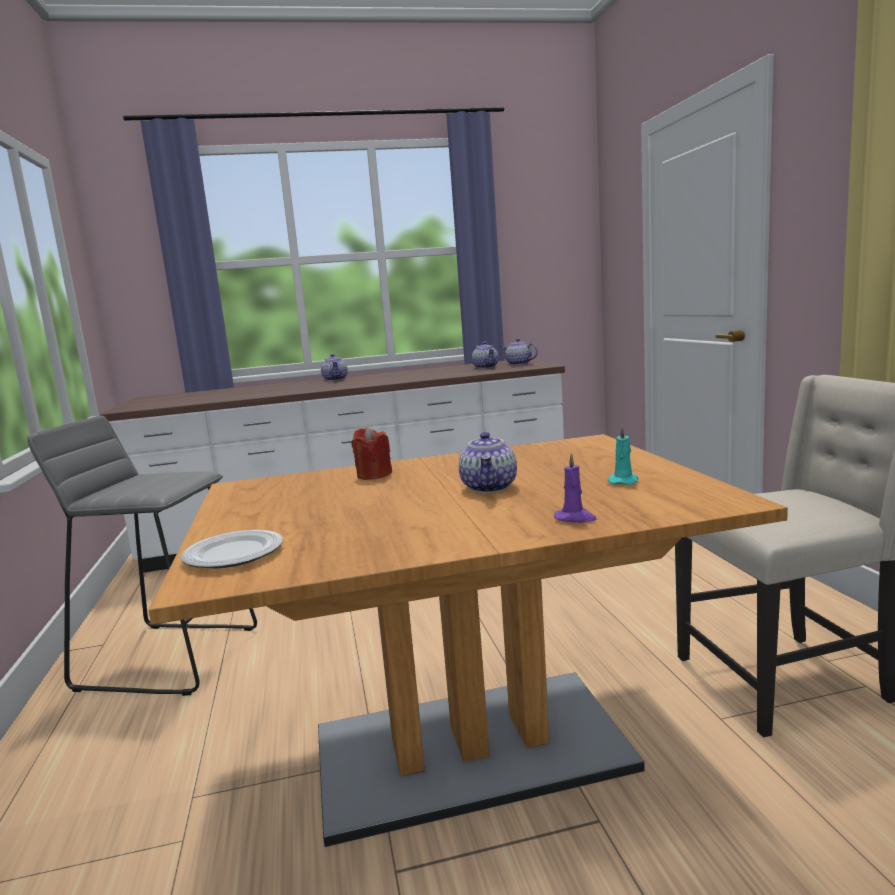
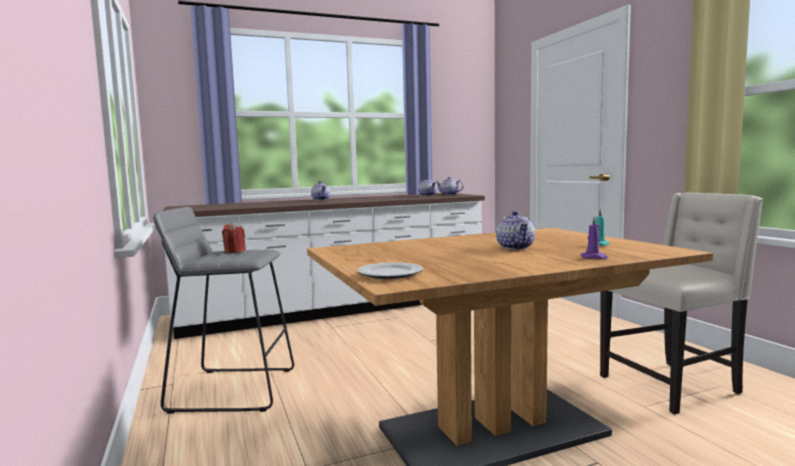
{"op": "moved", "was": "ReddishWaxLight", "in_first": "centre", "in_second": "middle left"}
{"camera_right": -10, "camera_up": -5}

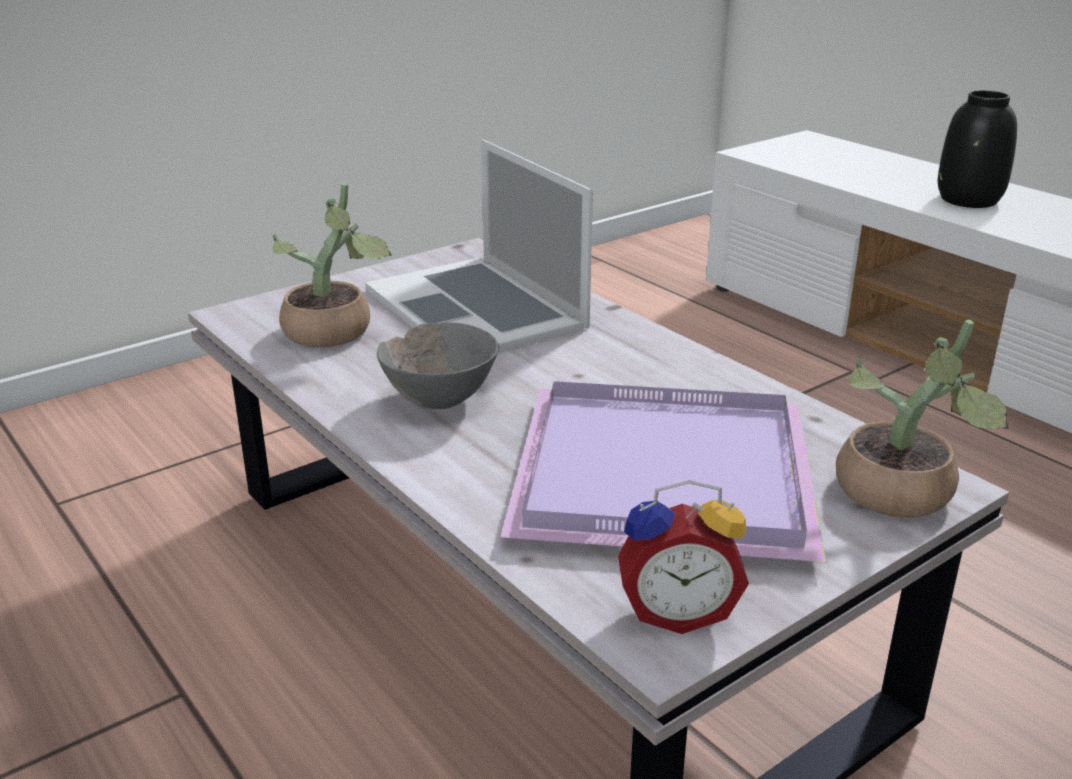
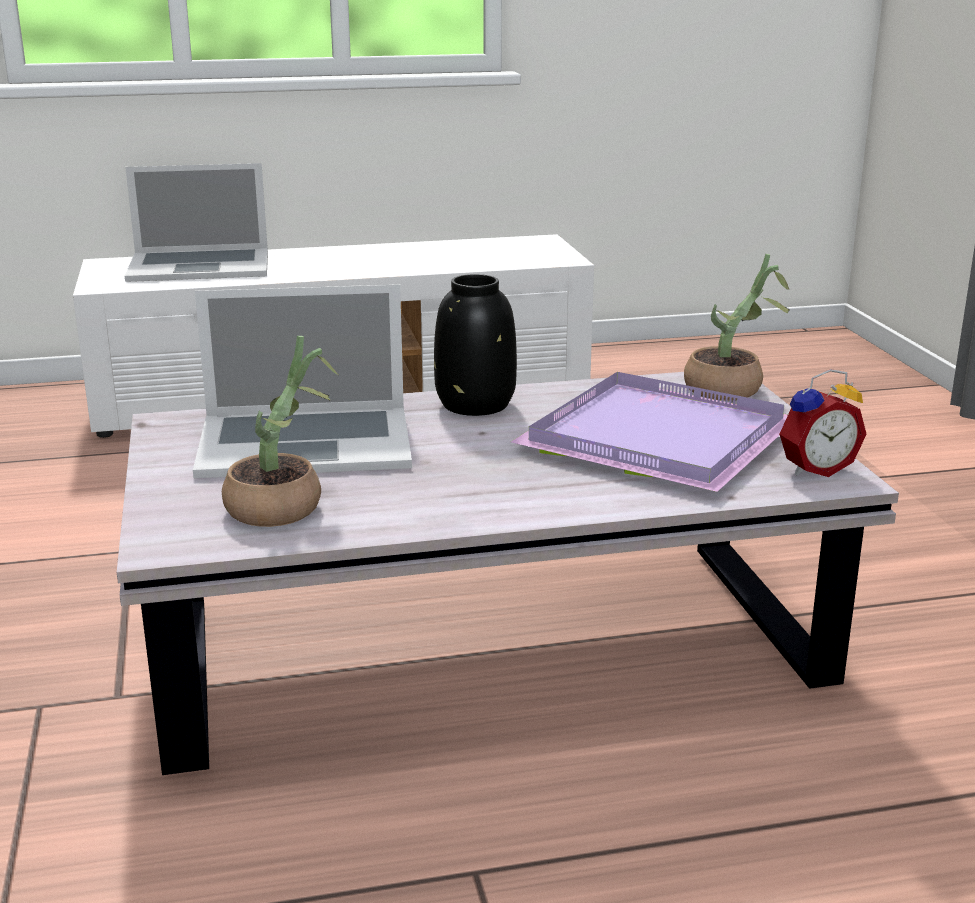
{"op": "removed", "was": "GreyishServingBowl", "in_first": "centre"}
{"op": "turned", "was": "AlarmClock", "in_first": "bottom centre", "in_second": "middle right", "clockwise": 45}
{"op": "moved", "was": "BlackColouredDecorativeVase", "in_first": "top right", "in_second": "centre"}
{"op": "added", "now": "PortableComputer (1st from left)", "in_second": "top left"}
{"camera_right": -65, "camera_up": -5}

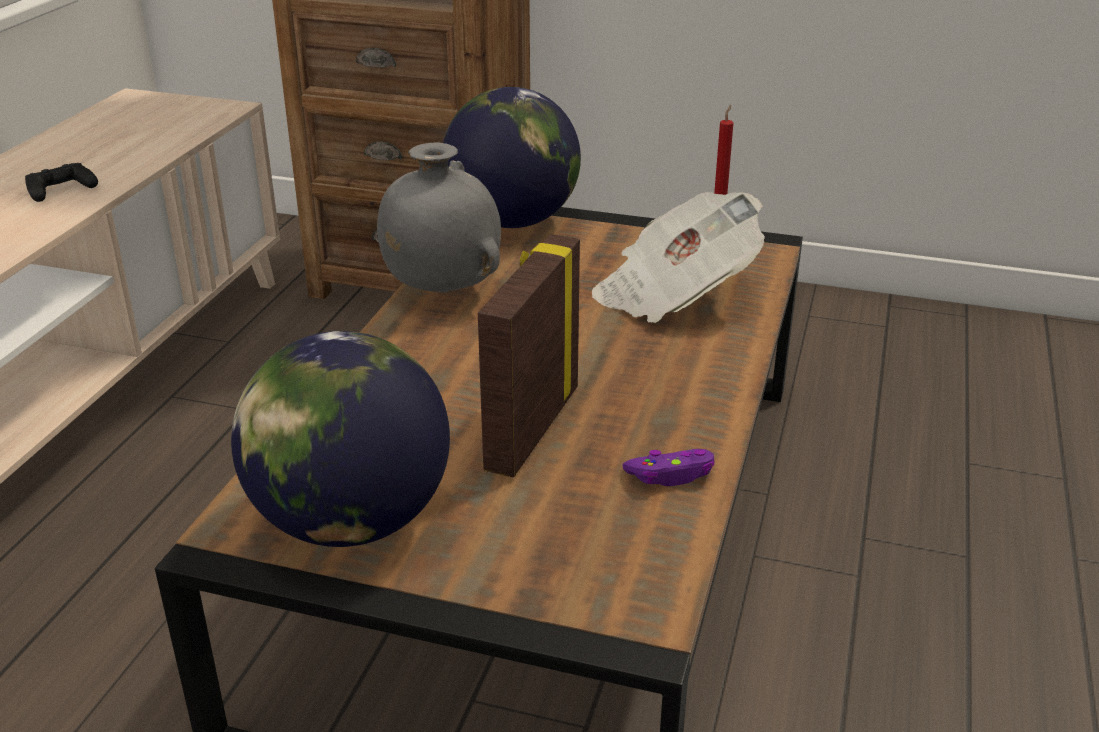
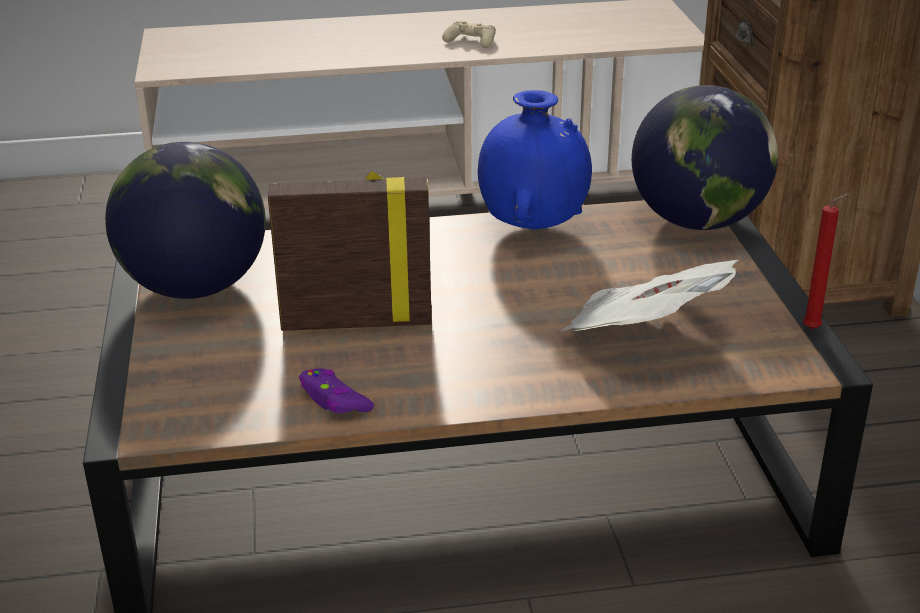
{"op": "recoloured", "was": "BlackColouredJoypad", "now": "BeigeJoypad", "in_first": "top left", "in_second": "top centre"}
{"op": "recoloured", "was": "GreyishDecorativeVase", "now": "BlueColouredDecorativeVase", "in_first": "top centre", "in_second": "top centre"}
{"camera_right": 65, "camera_up": 0}

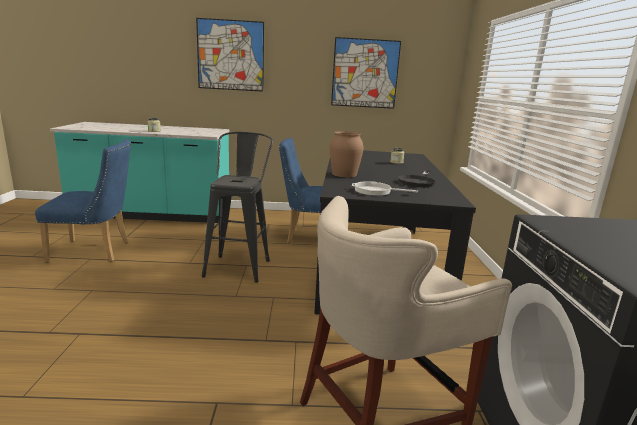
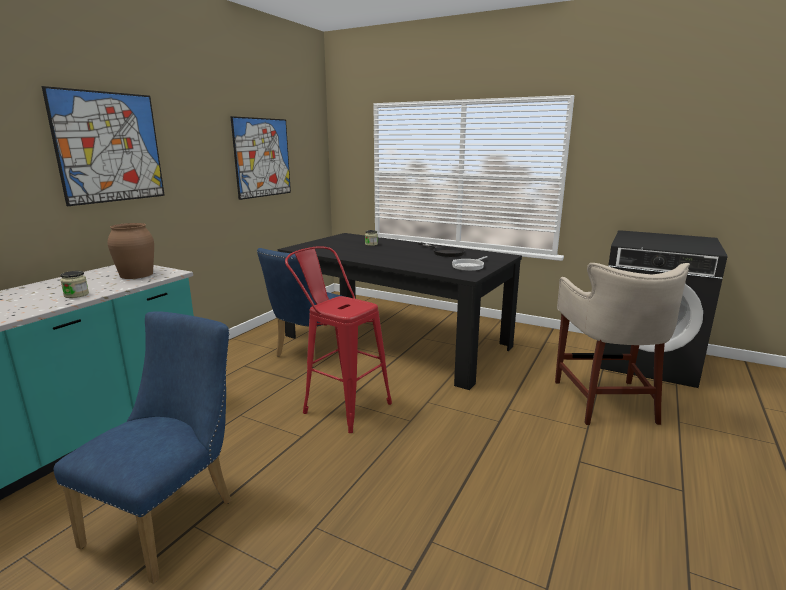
{"op": "recoloured", "was": "BlackColouredSittingStool", "now": "ReddishSittingStool", "in_first": "centre", "in_second": "centre"}
{"op": "moved", "was": "BrownishDecorativeVase", "in_first": "centre", "in_second": "middle left"}
{"camera_right": -60, "camera_up": 0}

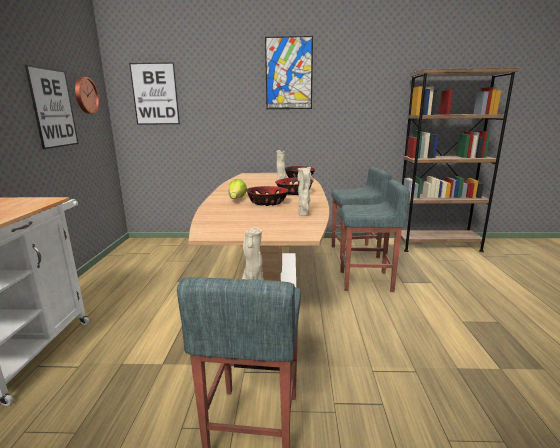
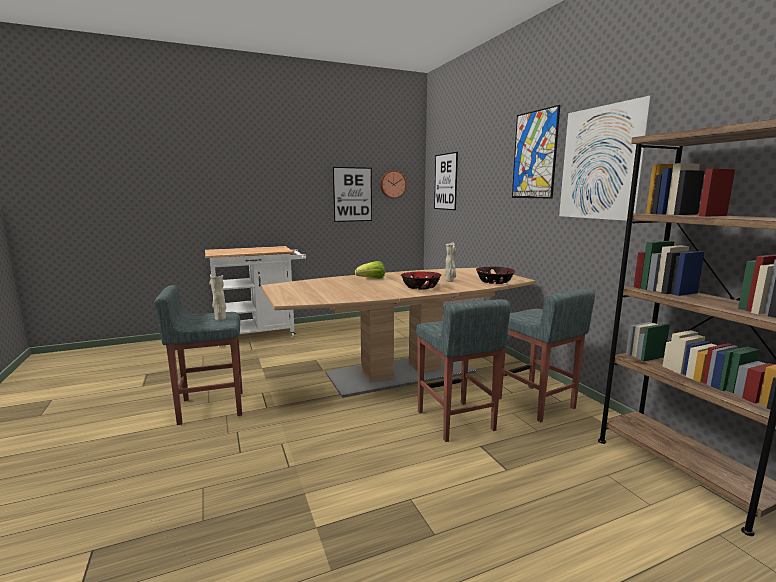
{"op": "removed", "was": "ServingBowl (1st from left)", "in_first": "centre"}
{"op": "removed", "was": "BeigeDecorativeVase (3rd from left)", "in_first": "centre"}
{"op": "added", "now": "WallArt (4th from left)", "in_second": "top right"}
{"camera_right": 65, "camera_up": -5}

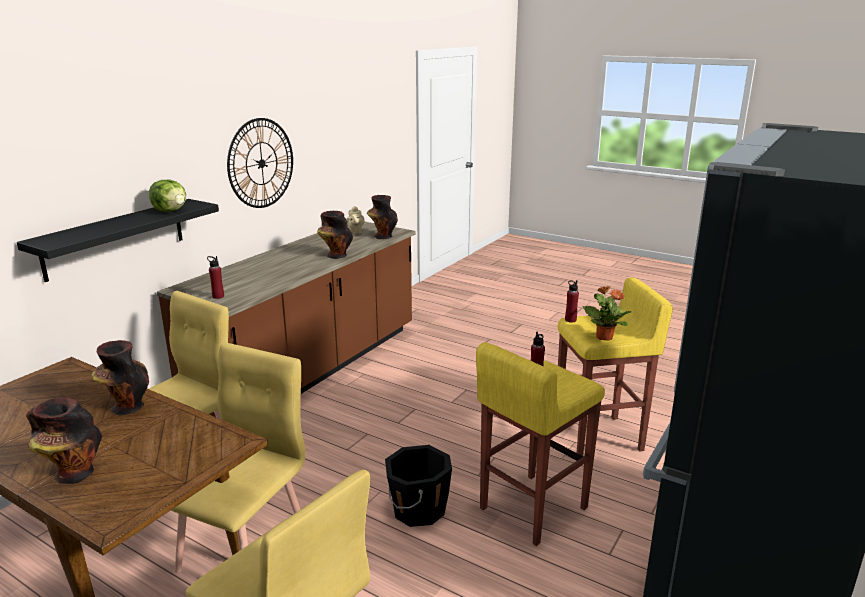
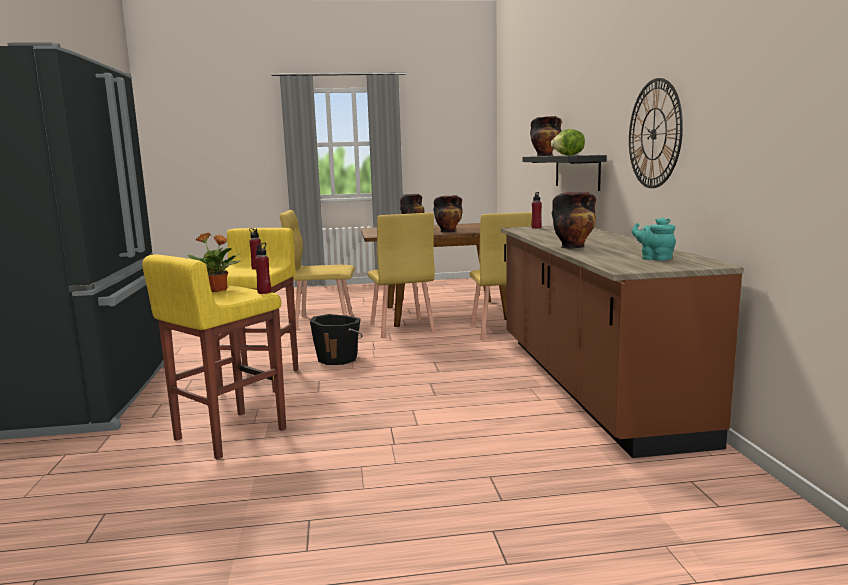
{"op": "recoloured", "was": "BeigeTeapot", "now": "BlueGreenTeapot", "in_first": "centre", "in_second": "middle right"}
{"op": "moved", "was": "DecorativeVase (4th from left in the first image)", "now": "DecorativeVase (3rd from left)", "in_first": "centre", "in_second": "top centre"}
{"camera_right": 140, "camera_up": -10}

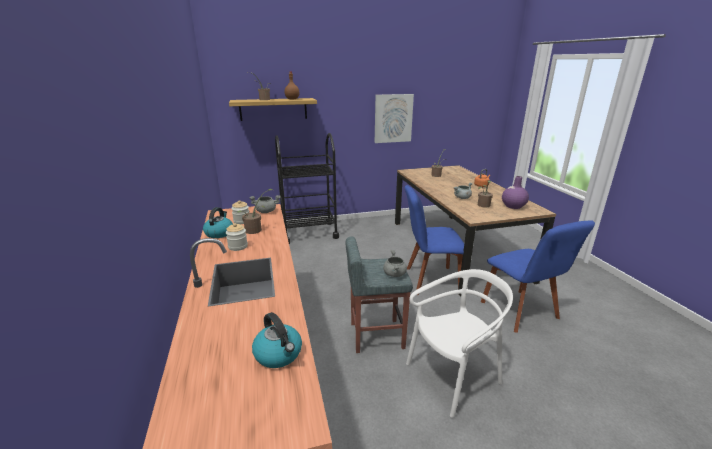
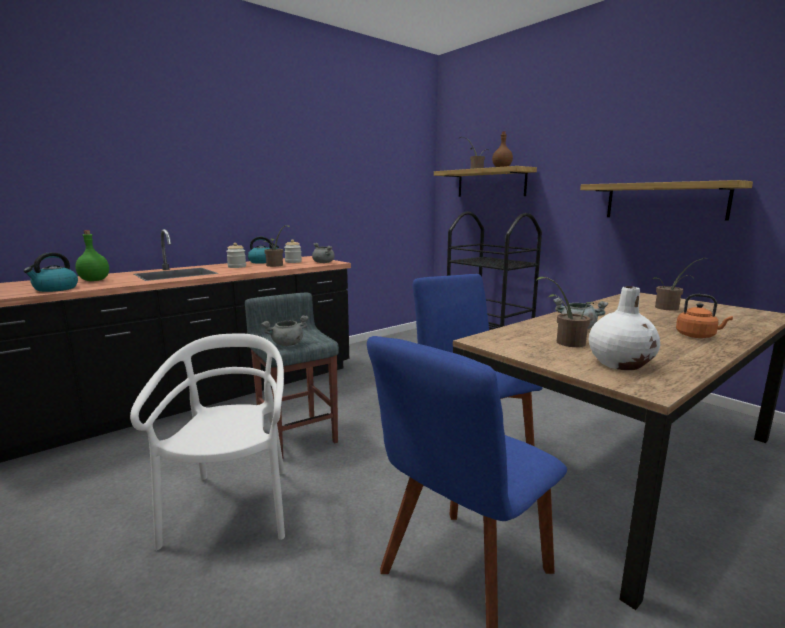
{"op": "replaced", "was": "WallArt", "now": "BracketShelf (2nd from left)", "in_first": "top centre", "in_second": "top right"}
{"op": "turned", "was": "WhiteColouredChair", "in_first": "bottom centre", "in_second": "bottom left", "clockwise": -135}
{"op": "recoloured", "was": "PurplishDecorativeVase", "now": "WhiteColouredDecorativeVase", "in_first": "middle right", "in_second": "middle right"}
{"op": "added", "now": "GreenDrinkBottle", "in_second": "middle left"}
{"camera_right": 65, "camera_up": -10}

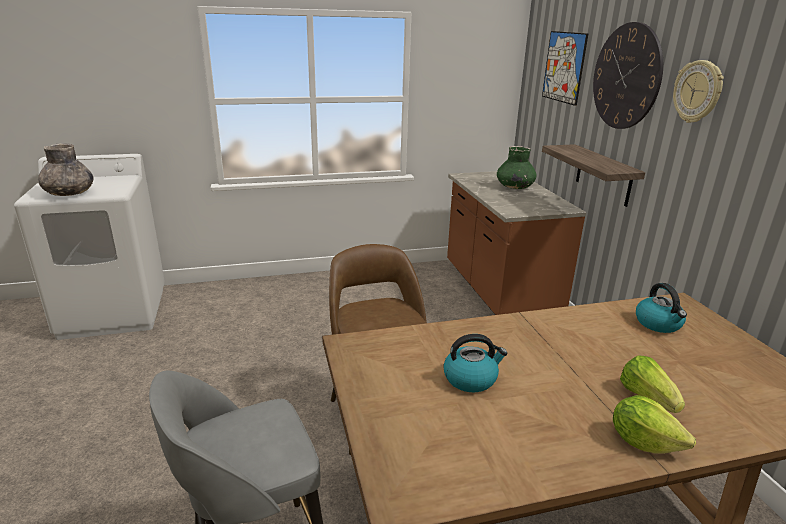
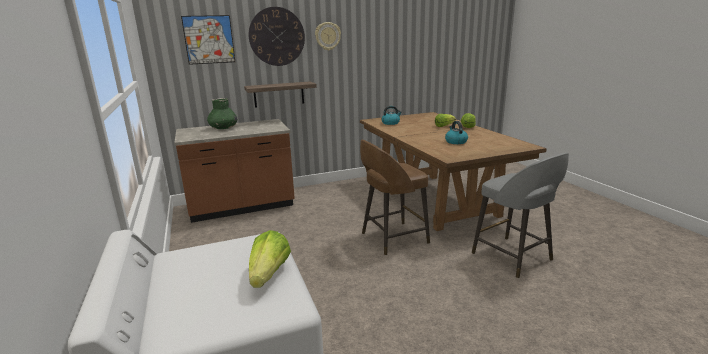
{"op": "replaced", "was": "GreyishDecorativeVase", "now": "LettuceHead (1st from left)", "in_first": "top left", "in_second": "bottom centre"}
{"camera_right": -95, "camera_up": -5}

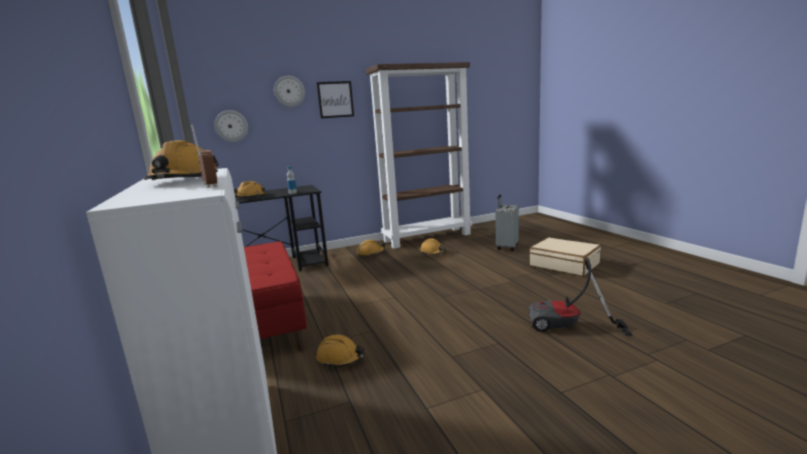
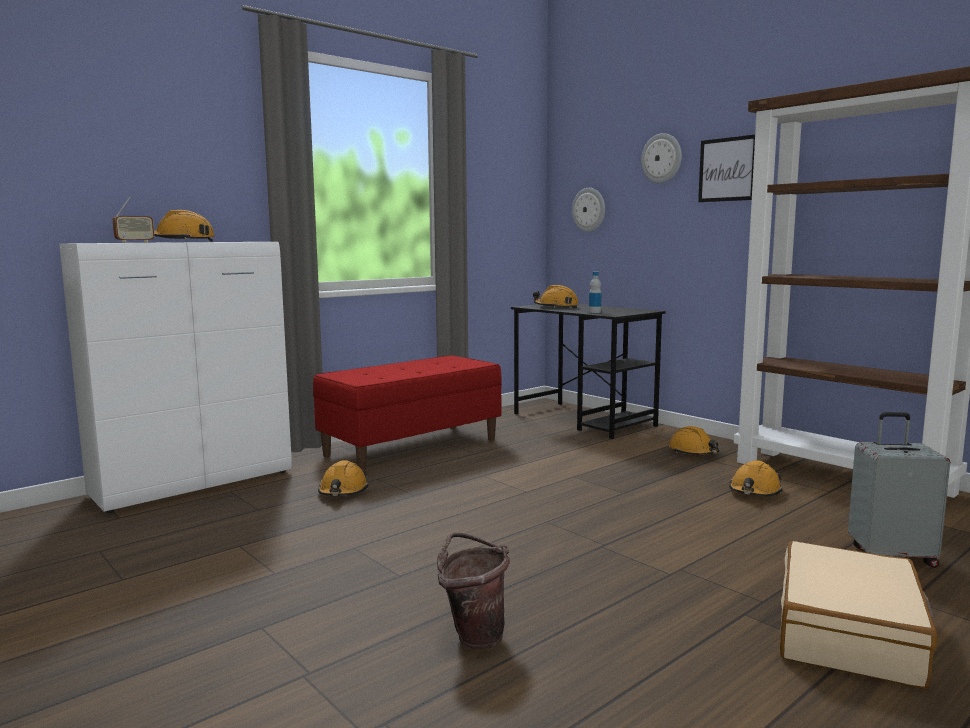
{"op": "replaced", "was": "VacuumCleaner", "now": "BrownishBucket", "in_first": "middle right", "in_second": "bottom centre"}
{"camera_right": 70, "camera_up": -5}

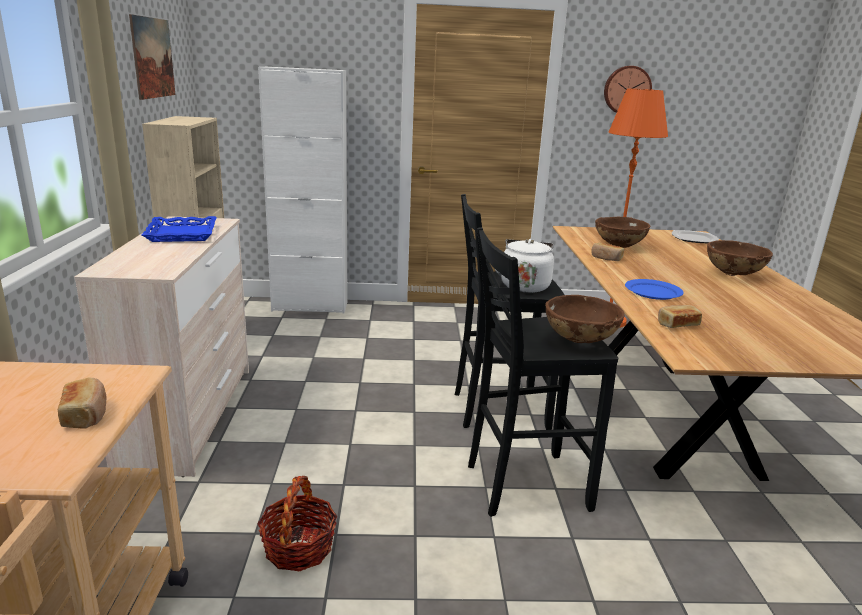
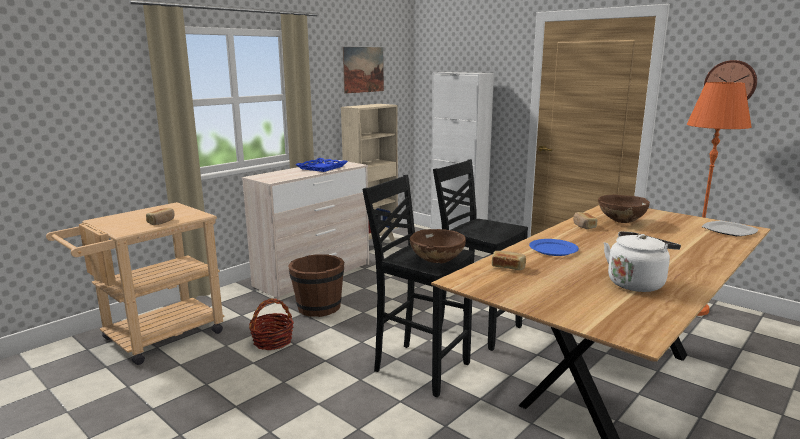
{"op": "moved", "was": "WhiteColouredWaterKettle", "in_first": "centre", "in_second": "middle right"}
{"op": "removed", "was": "BrownishServingBowl (3rd from left)", "in_first": "middle right"}
{"op": "added", "now": "BrownishBucket", "in_second": "centre"}
{"camera_right": 45, "camera_up": -5}

